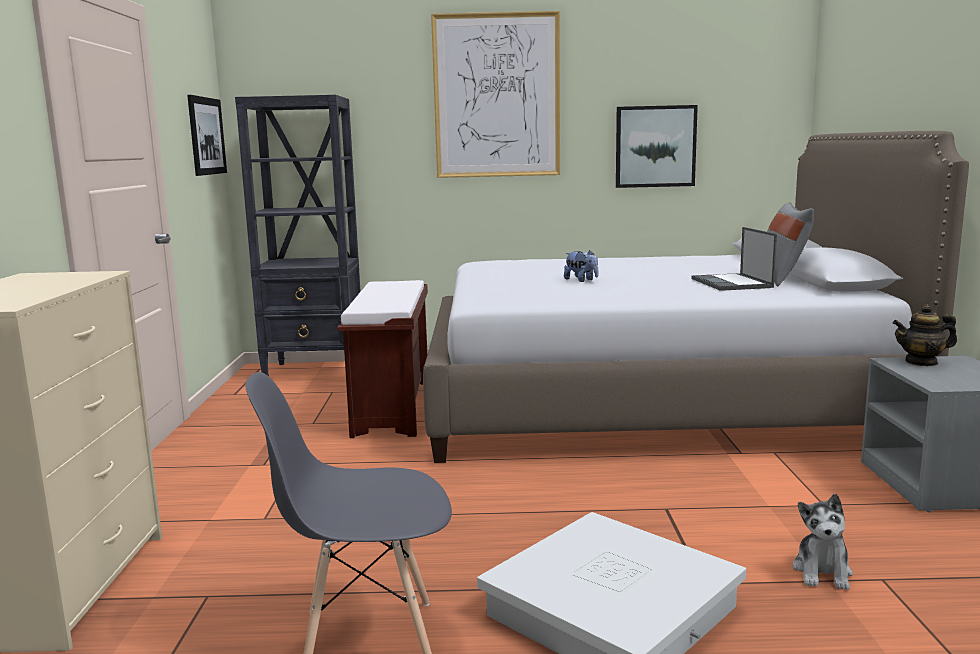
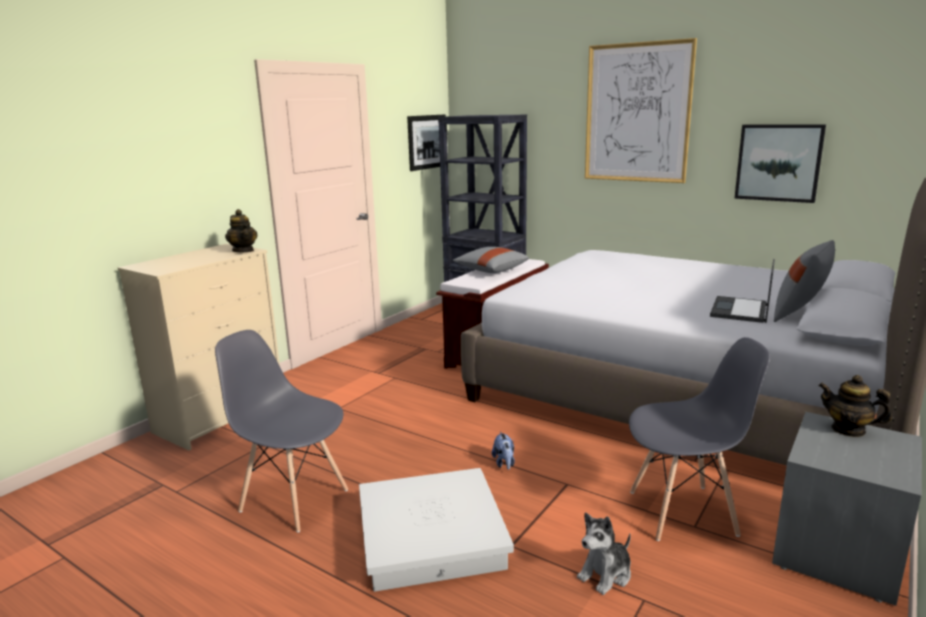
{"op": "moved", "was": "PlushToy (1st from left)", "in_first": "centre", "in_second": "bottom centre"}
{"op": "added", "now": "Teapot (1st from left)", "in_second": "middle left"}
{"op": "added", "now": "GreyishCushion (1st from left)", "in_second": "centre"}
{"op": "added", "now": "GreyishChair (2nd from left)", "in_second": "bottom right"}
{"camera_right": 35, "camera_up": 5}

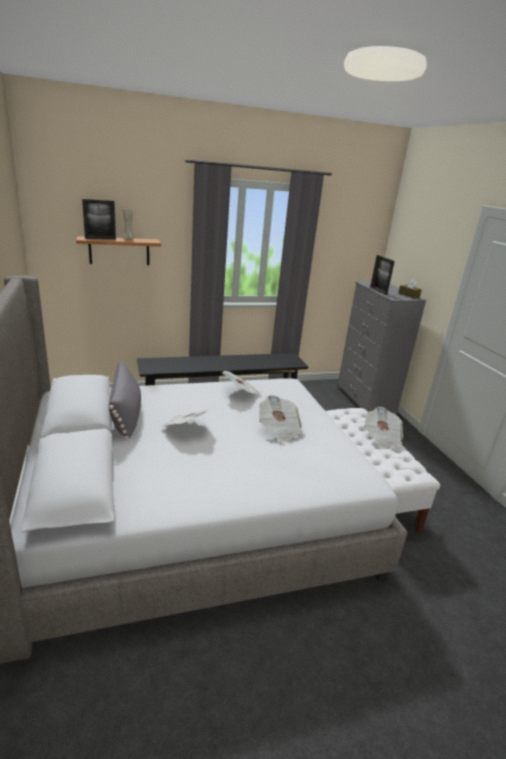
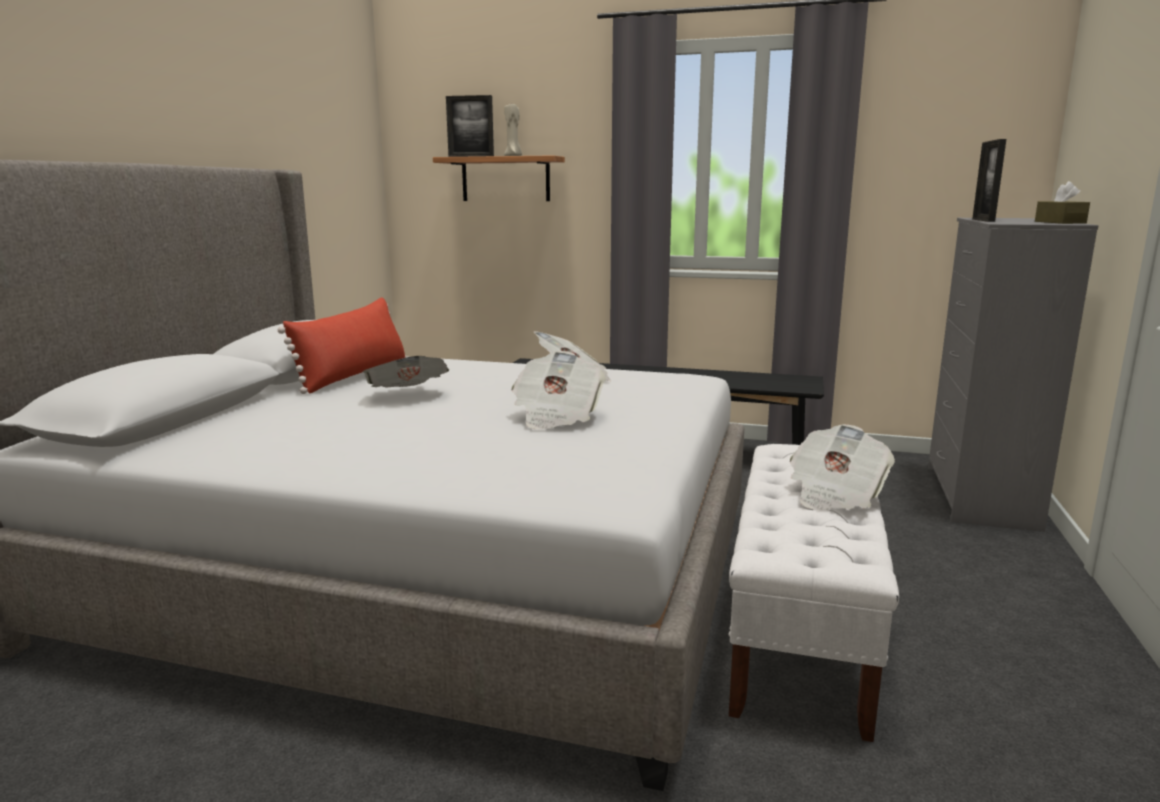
{"op": "recoloured", "was": "GreyishCushion", "now": "ReddishCushion", "in_first": "middle left", "in_second": "middle left"}
{"camera_right": 35, "camera_up": -10}

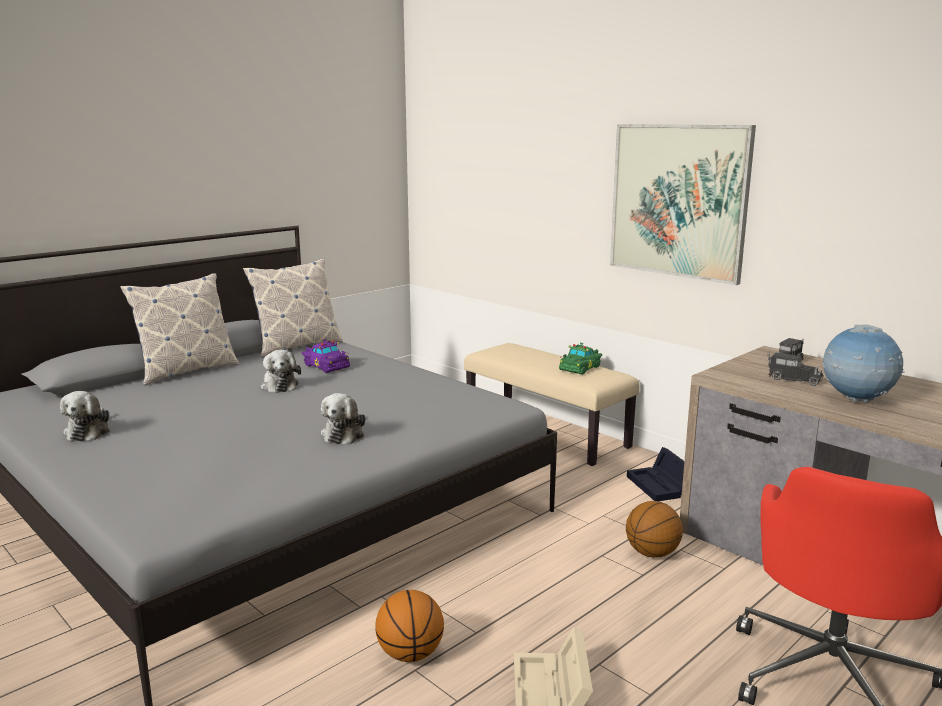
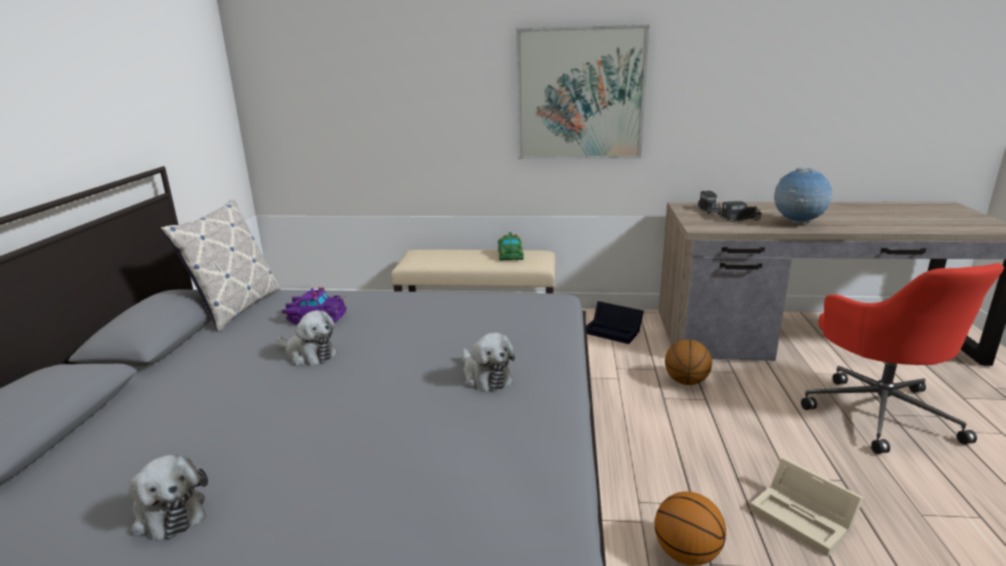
{"op": "removed", "was": "Cushion (1st from left)", "in_first": "middle left"}
{"camera_right": -40, "camera_up": 5}

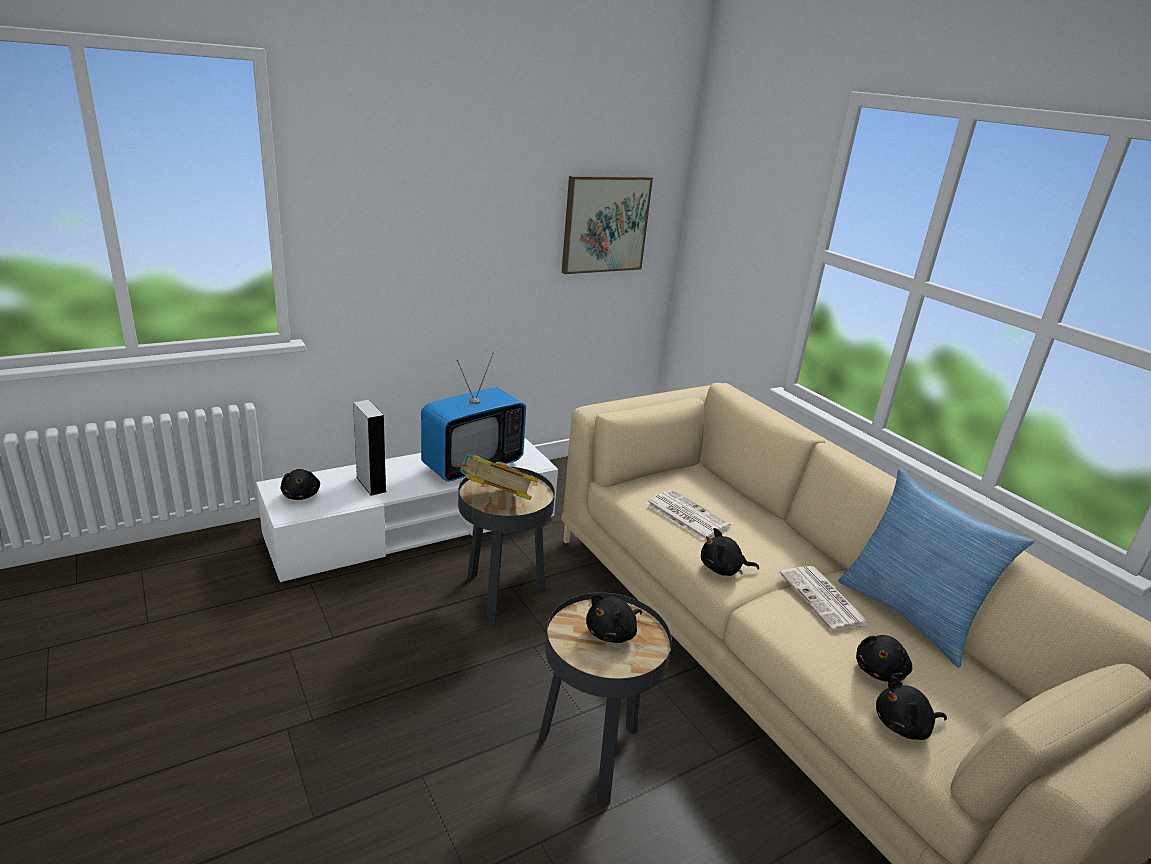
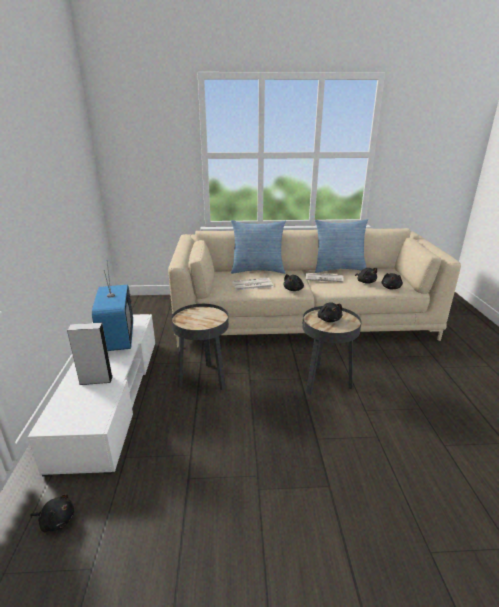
{"op": "moved", "was": "BlackColouredPlushToy (1st from left)", "in_first": "middle left", "in_second": "bottom left"}
{"op": "removed", "was": "Volume", "in_first": "centre"}
{"op": "removed", "was": "WallArt", "in_first": "top centre"}
{"op": "added", "now": "Cushion (1st from left)", "in_second": "centre"}
{"camera_right": -60, "camera_up": 0}

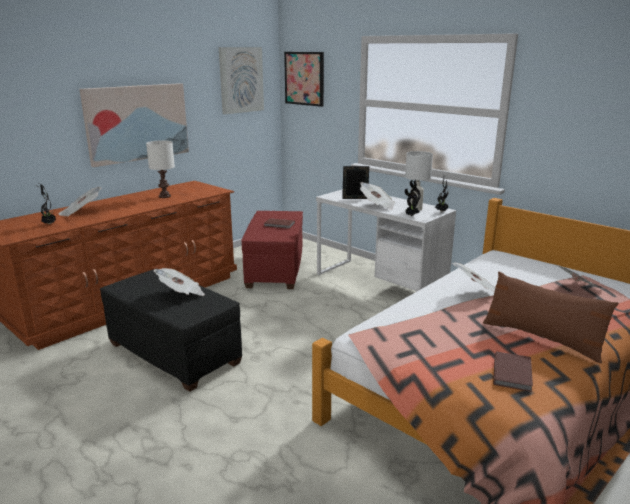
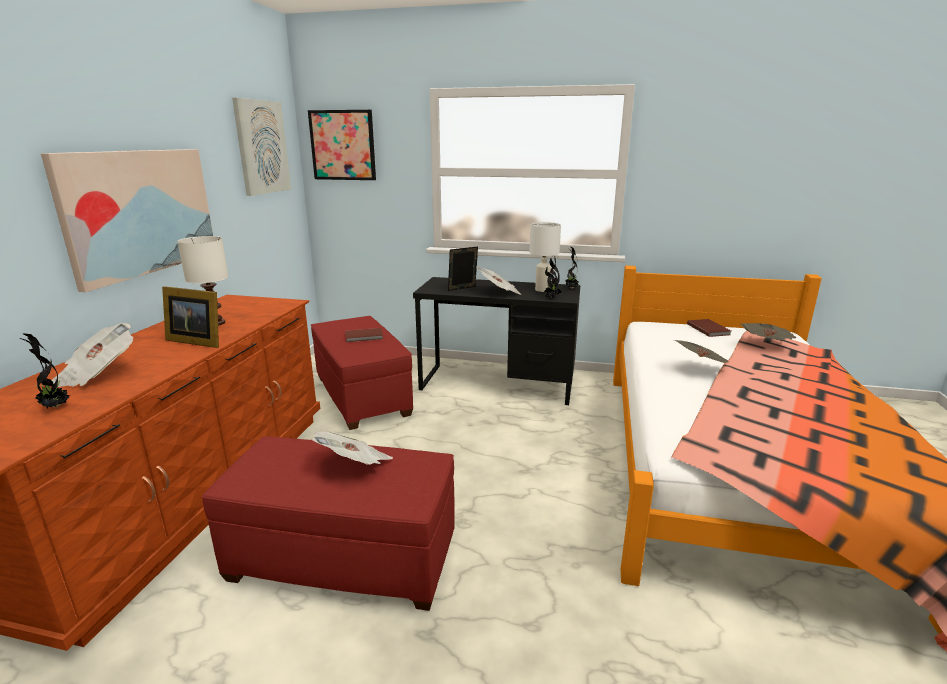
{"op": "recoloured", "was": "BlackColouredPouffe", "now": "ReddishPouffe (1st from left)", "in_first": "middle left", "in_second": "bottom centre"}
{"op": "recoloured", "was": "WhiteColouredDeskUnit", "now": "BlackColouredDeskUnit", "in_first": "centre", "in_second": "centre"}
{"op": "removed", "was": "BrownishCushion", "in_first": "middle right"}
{"op": "moved", "was": "BrownishVolume (2nd from left)", "in_first": "bottom right", "in_second": "middle right"}
{"op": "added", "now": "StandingFrame (1st from left)", "in_second": "middle left"}
{"camera_right": -30, "camera_up": 0}

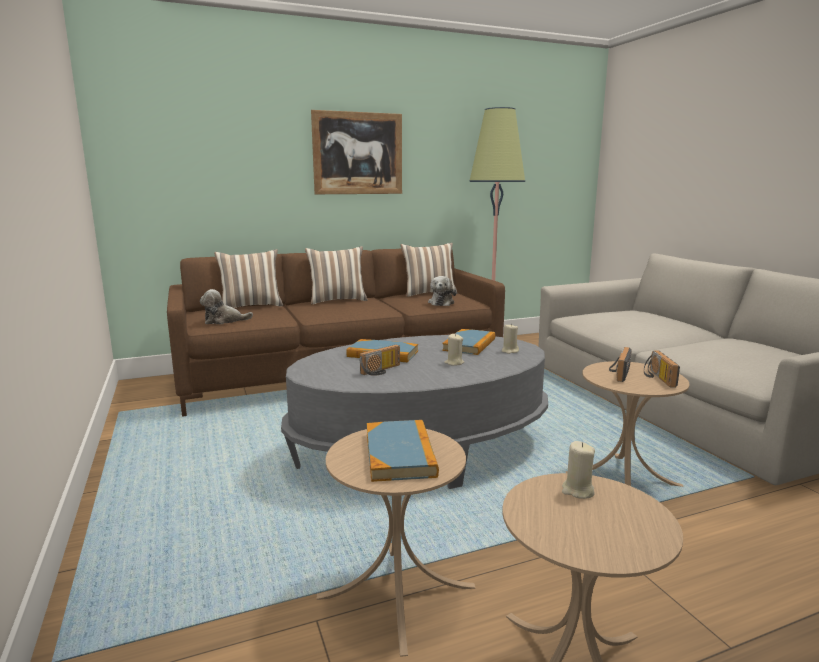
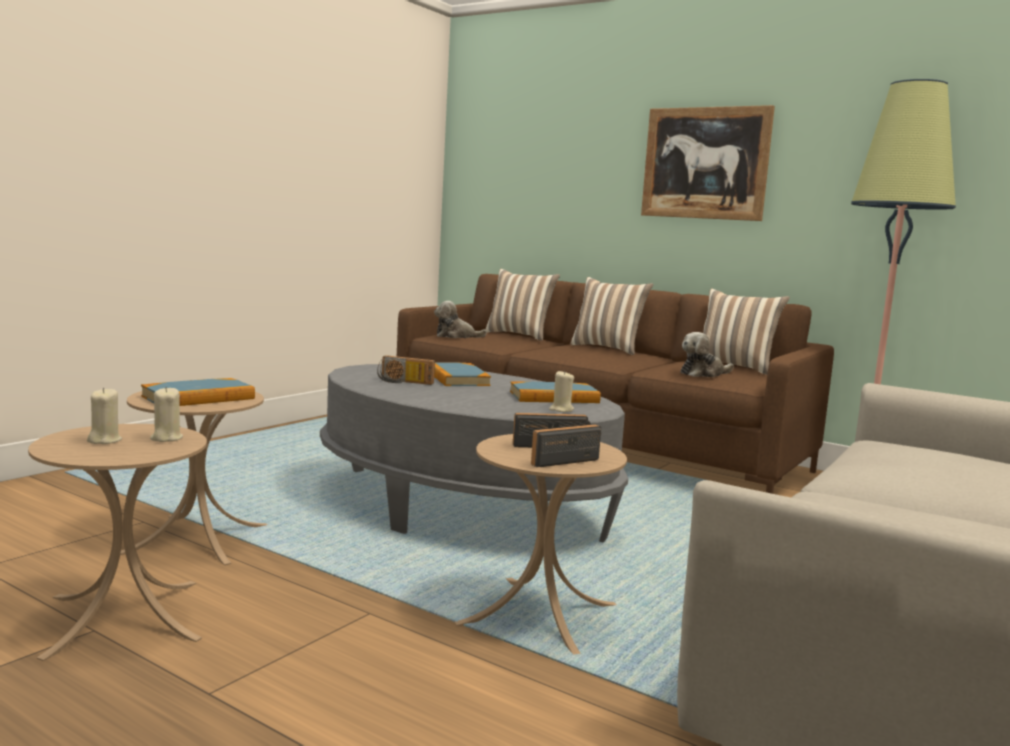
{"op": "turned", "was": "PlushToy (1st from left)", "in_first": "middle left", "in_second": "centre", "clockwise": -45}
{"op": "moved", "was": "BeigeWaxLight (1st from left)", "in_first": "centre", "in_second": "middle left"}
{"camera_right": 55, "camera_up": -5}

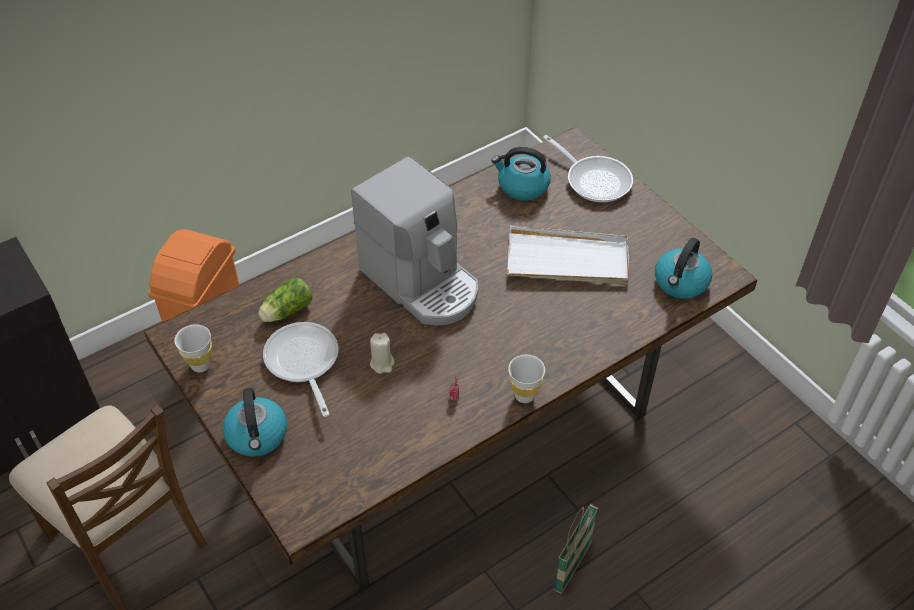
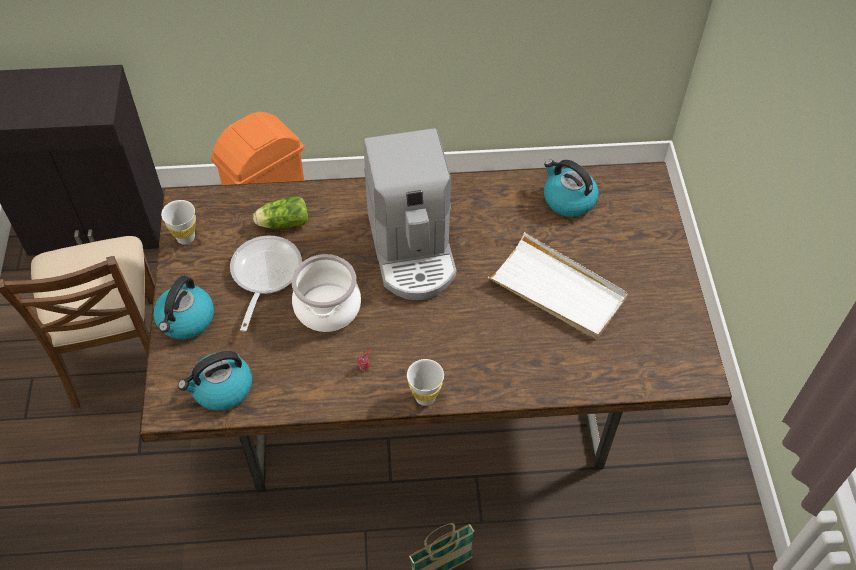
{"op": "replaced", "was": "BeigeWaxLight", "now": "Stockpot", "in_first": "centre", "in_second": "centre"}
{"op": "removed", "was": "Skillet (2nd from left)", "in_first": "top centre"}
{"op": "moved", "was": "WaterKettle (3rd from left in the first image)", "now": "WaterKettle (2nd from left)", "in_first": "middle right", "in_second": "bottom left"}
{"camera_right": 30, "camera_up": 5}

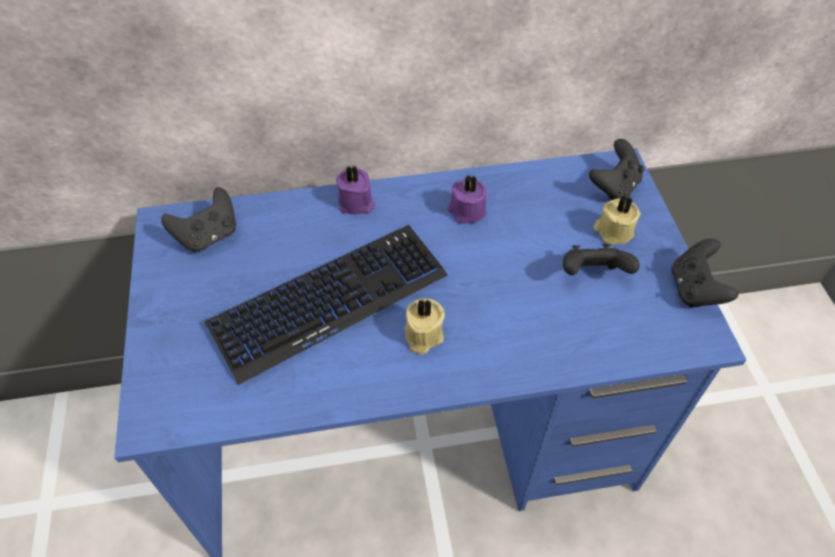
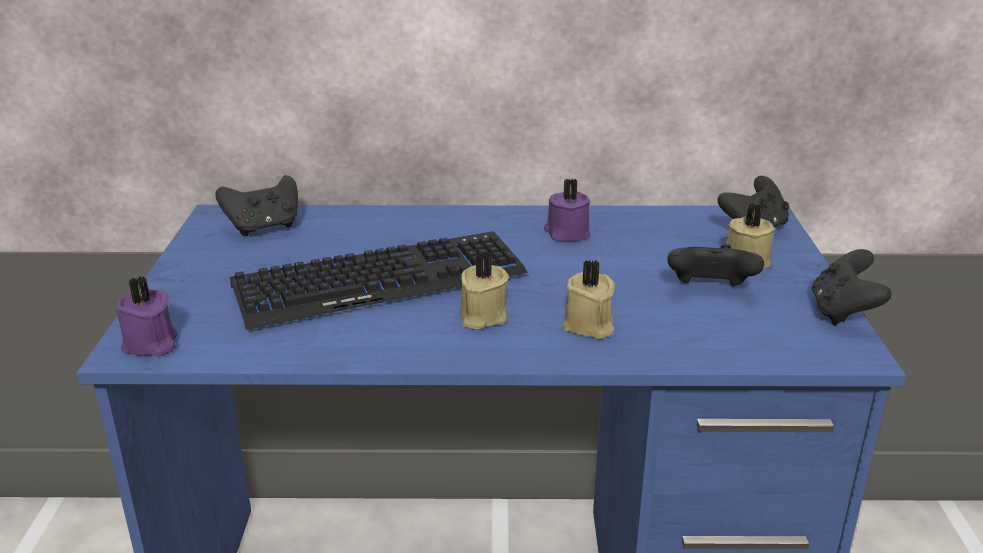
{"op": "moved", "was": "PurplishWaxLight (1st from left)", "in_first": "centre", "in_second": "middle left"}
{"op": "added", "now": "BeigeWaxLight (2nd from left)", "in_second": "centre"}
{"camera_right": 10, "camera_up": -25}

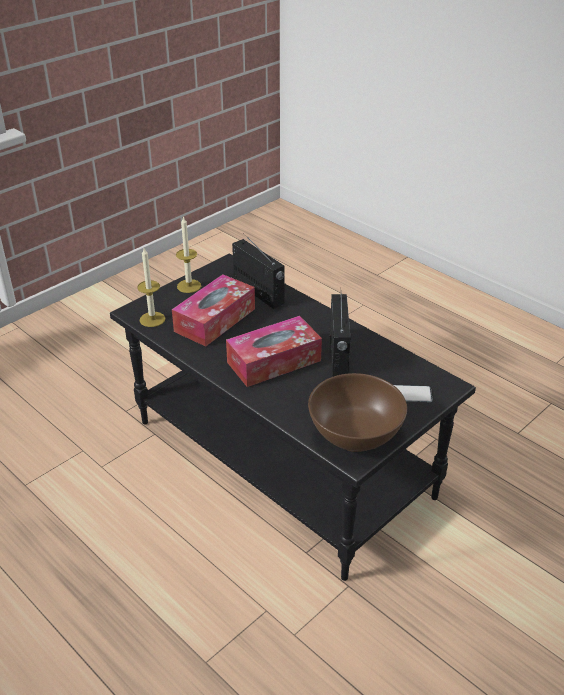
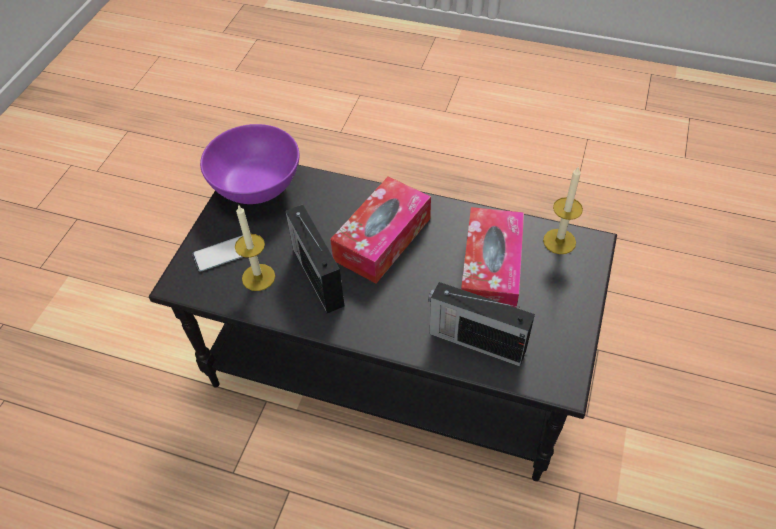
{"op": "moved", "was": "WaxLight (2nd from left in the first image)", "now": "WaxLight (1st from left)", "in_first": "centre", "in_second": "middle left"}
{"op": "recoloured", "was": "BrownishServingBowl", "now": "PurplishServingBowl", "in_first": "centre", "in_second": "top left"}
{"camera_right": 155, "camera_up": 15}

